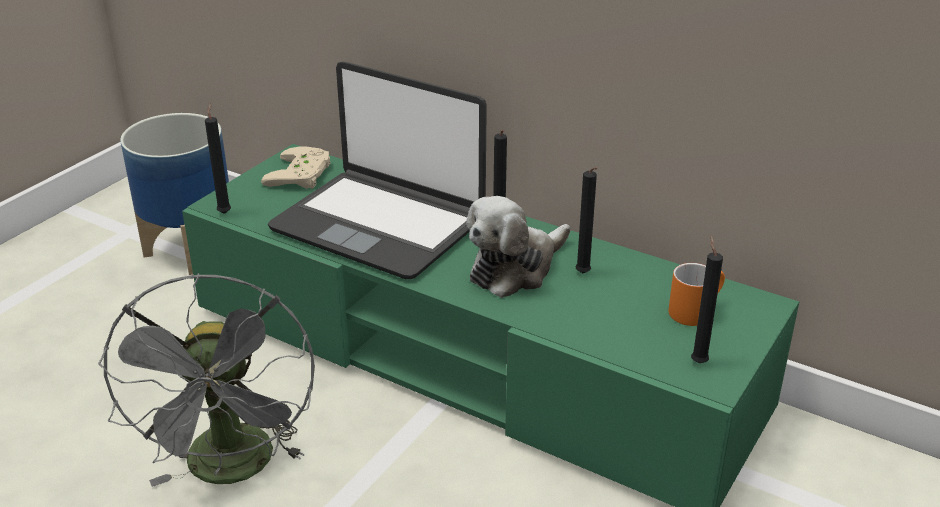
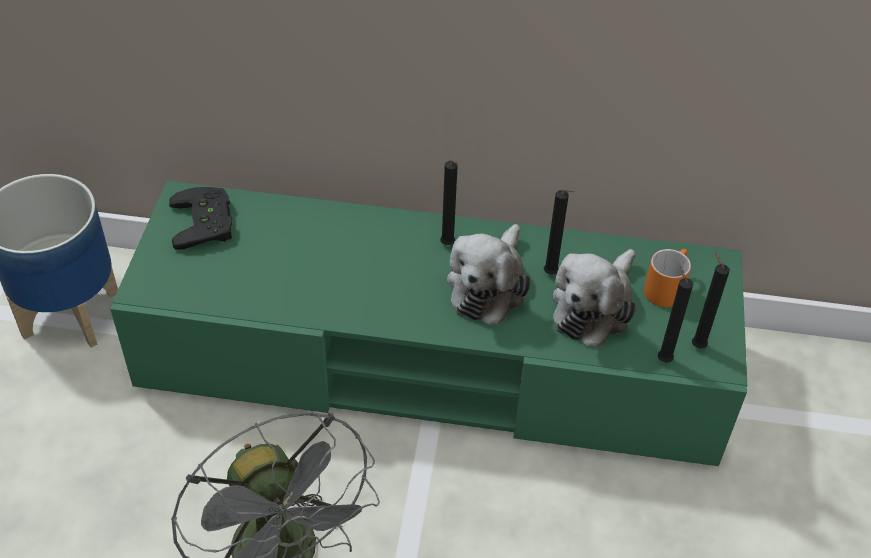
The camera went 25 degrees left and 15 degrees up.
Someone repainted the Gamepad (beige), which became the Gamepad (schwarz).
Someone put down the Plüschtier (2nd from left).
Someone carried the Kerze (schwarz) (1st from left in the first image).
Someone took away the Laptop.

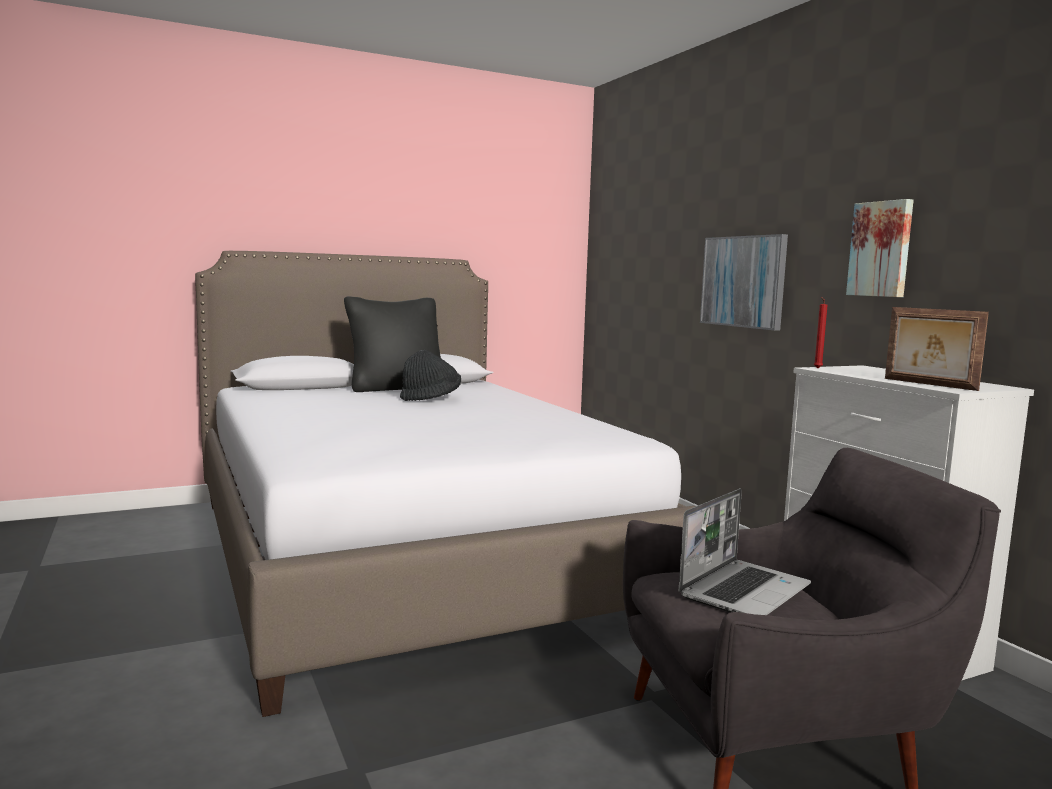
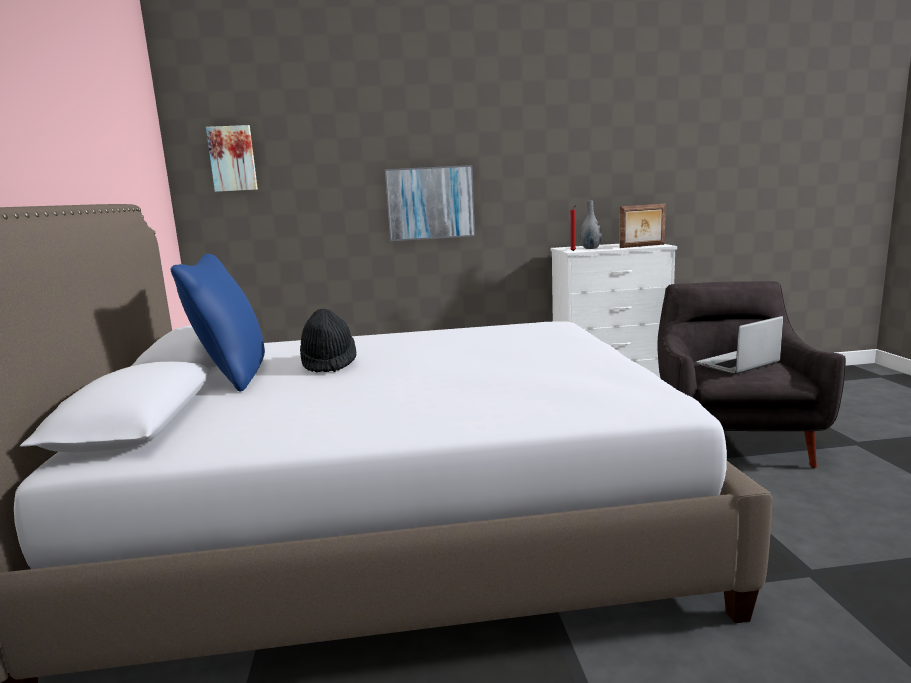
The camera went 70 degrees left and 5 degrees up.
Someone repainted the Kissen (schwarz), which became the Kissen (blau).
Someone carried the Bild (2nd from left in the first image).
Someone put down the Vase (grau).
Someone rotated the Laptop by 90 degrees counterclockwise.

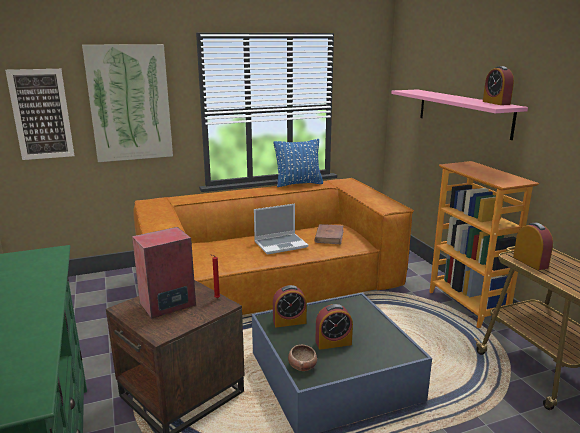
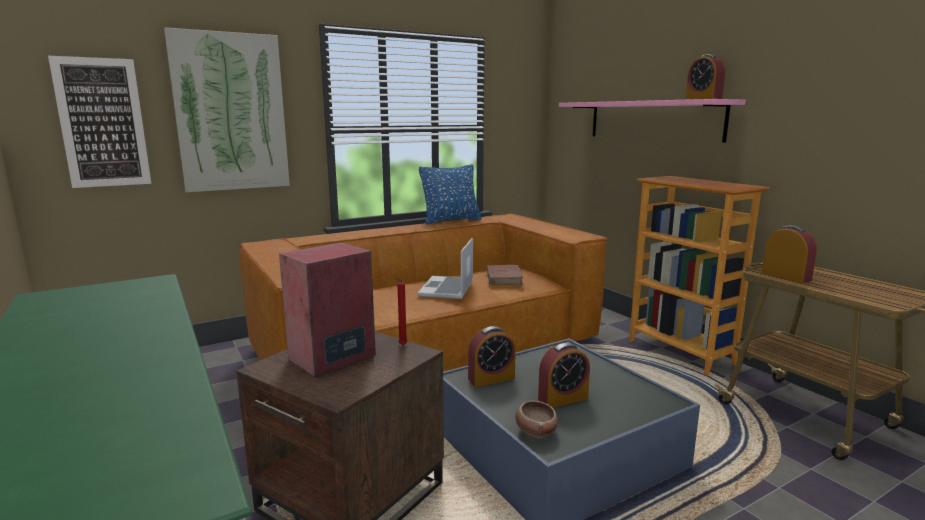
The camera went 10 degrees left and 5 degrees down.
Someone rotated the Laptop by 135 degrees clockwise.

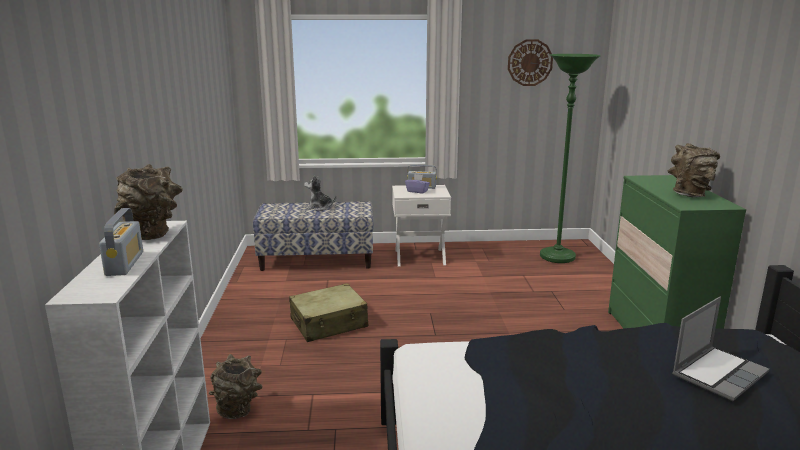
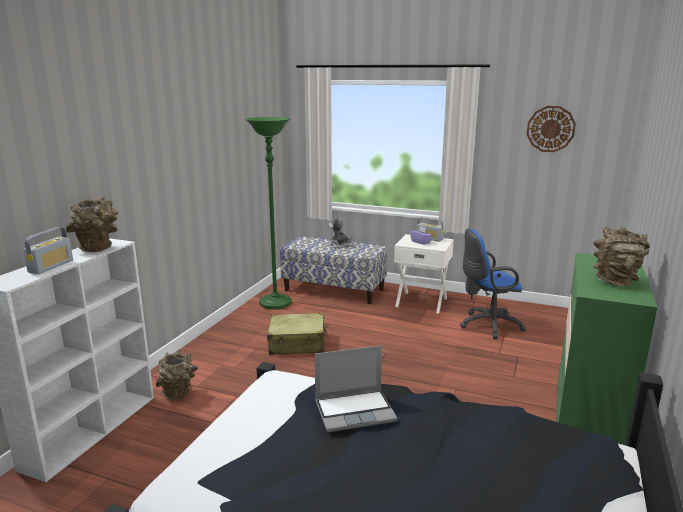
The camera went 25 degrees right and 0 degrees up.
Someone carried the Stehlampe (grün).
Someone carried the Laptop.
Someone put down the Bürostuhl (blau).

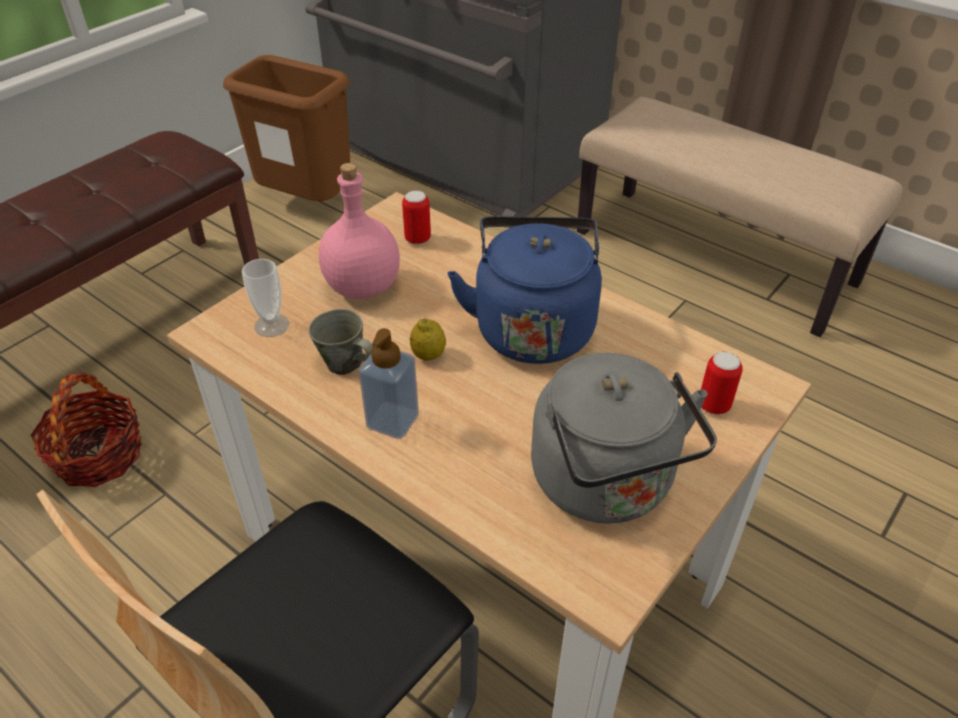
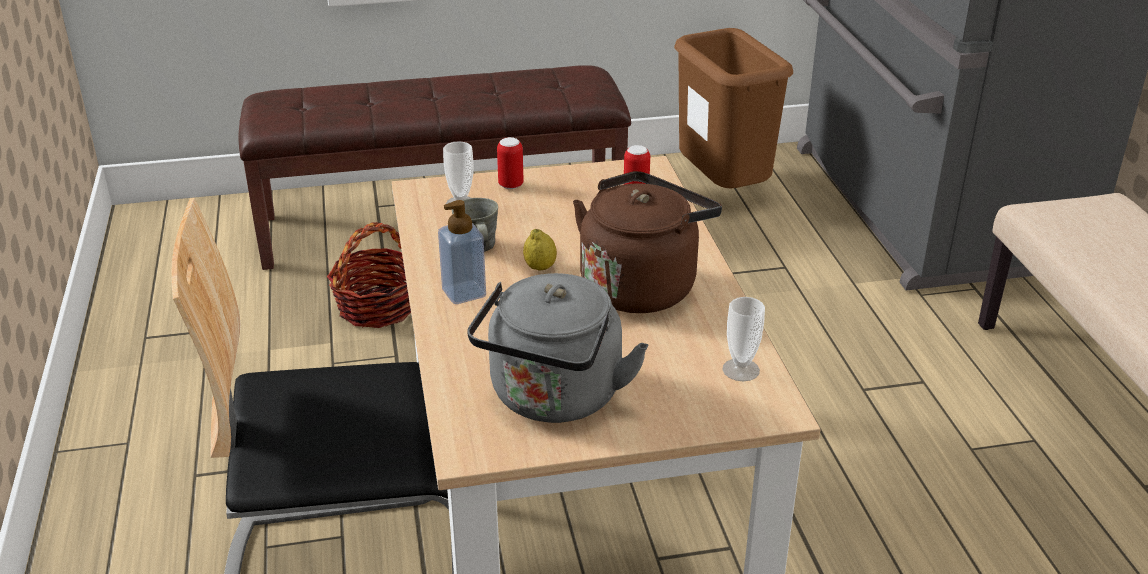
The camera went 40 degrees right and 10 degrees down.
Someone carried the Dose (2nd from left in the first image).
Someone repainted the Wasserkessel (blau), which became the Wasserkessel (braun).
Someone put down the Tasse (2nd from left).
Someone took away the Flasche (rosa).

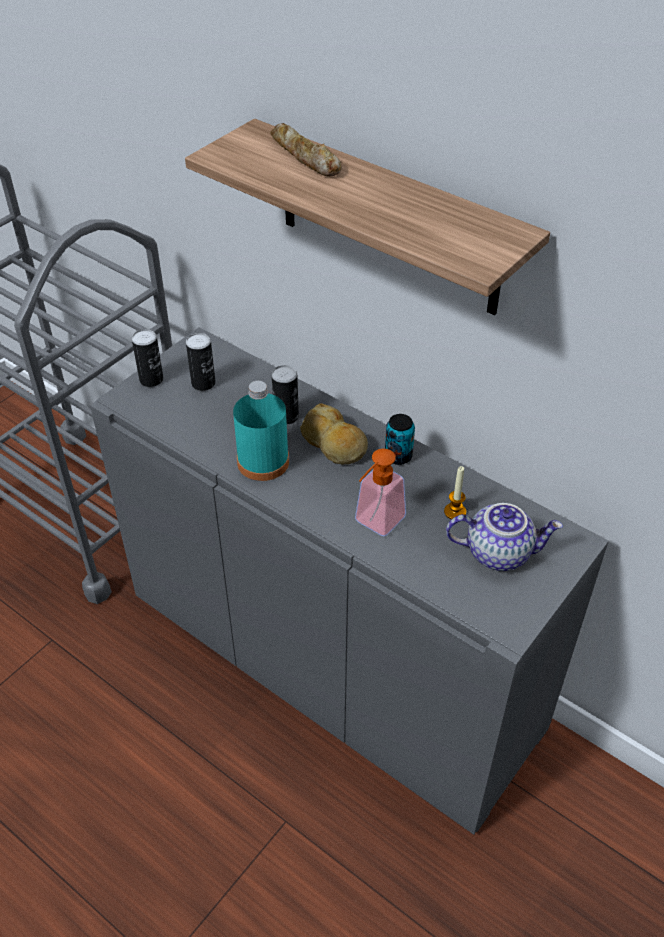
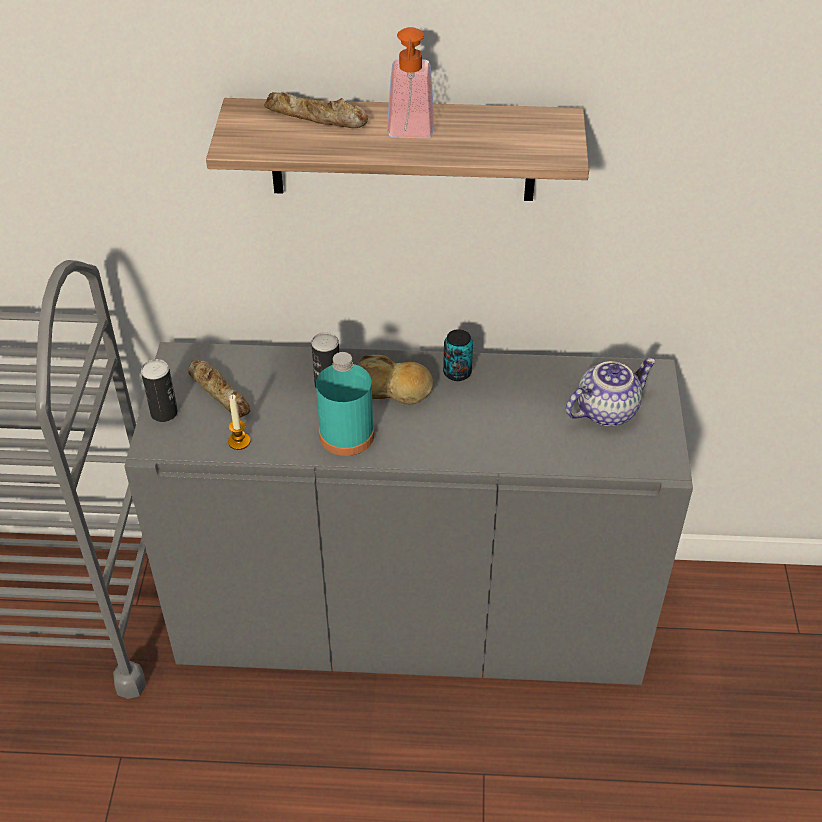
The camera went 35 degrees left and 0 degrees up.
Someone swapped the Dose (2nd from left) for the Brot (1st from left).
Someone carried the Kerze.
Someone carried the Seifenspender.

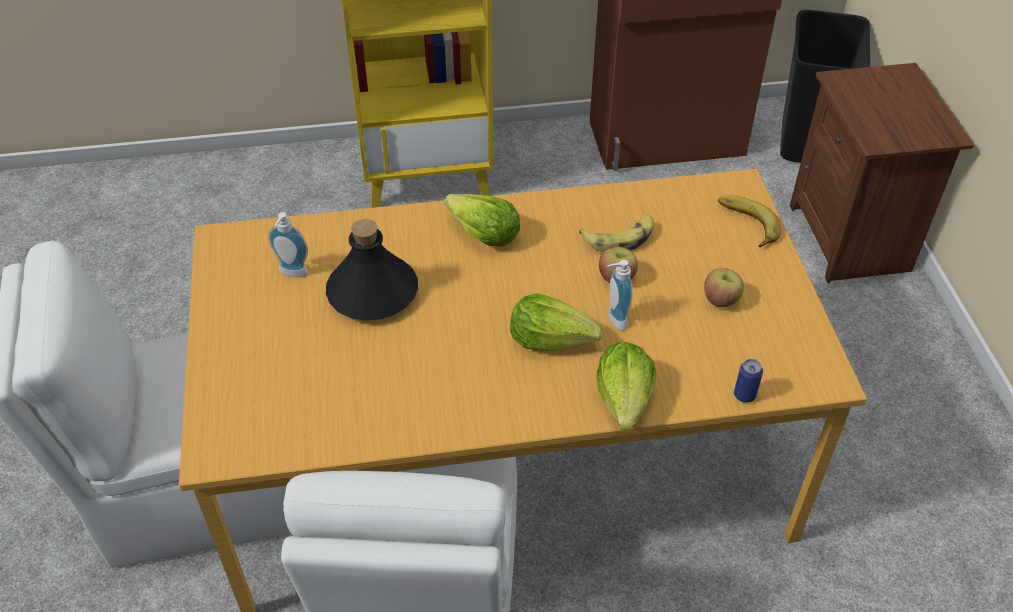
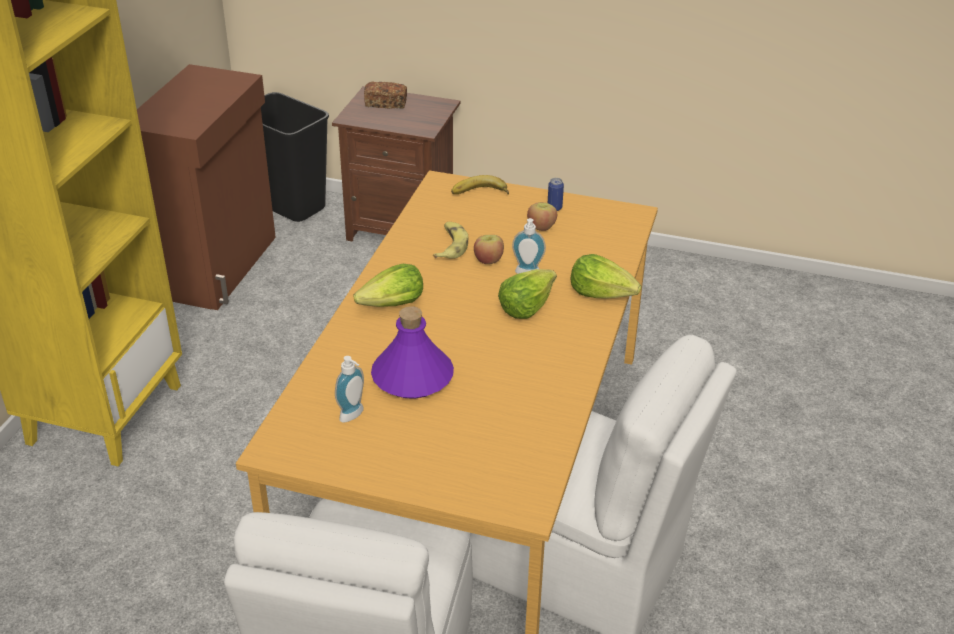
The camera went 65 degrees left and 10 degrees down.
Someone put down the Brot.
Someone repainted the Flasche (schwarz), which became the Flasche (lila).
Someone carried the Dose.

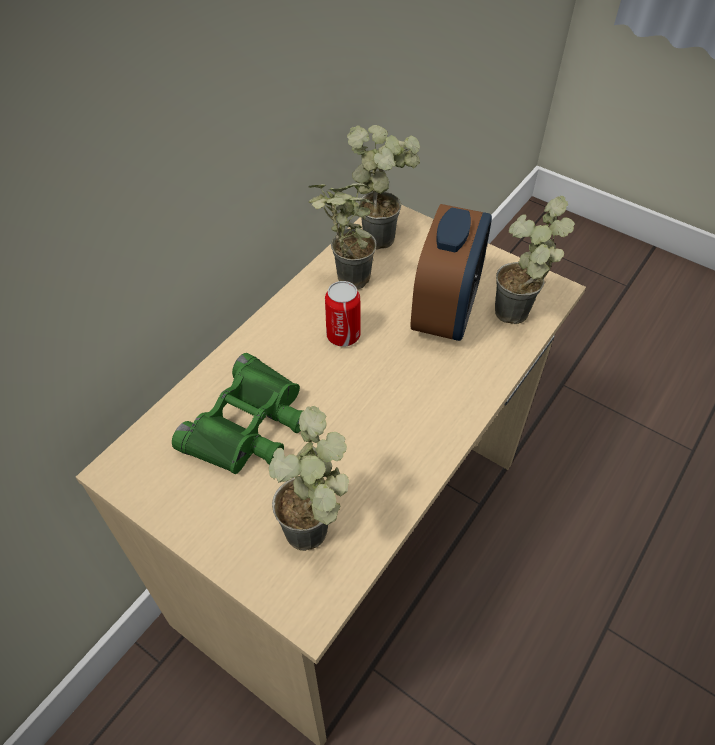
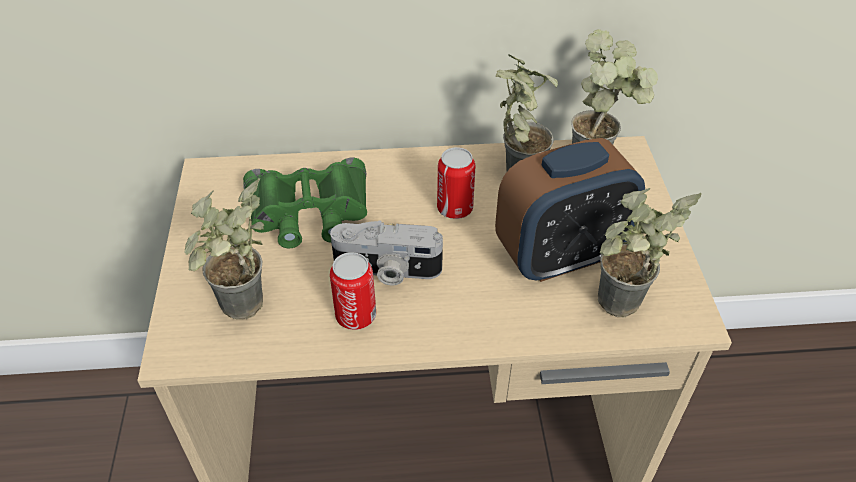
The camera went 50 degrees right and 5 degrees down.
Someone put down the Kamera.
Someone put down the Dose (1st from left).

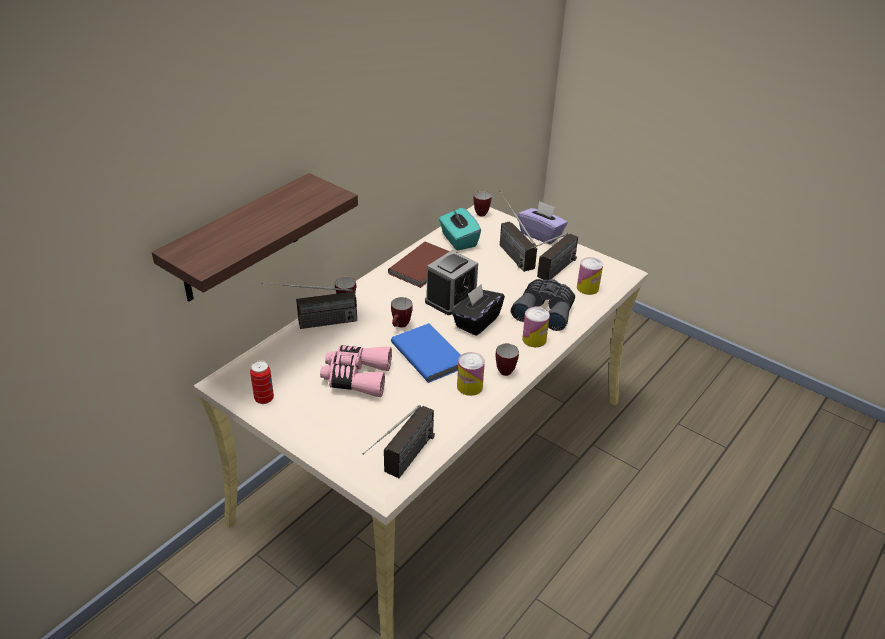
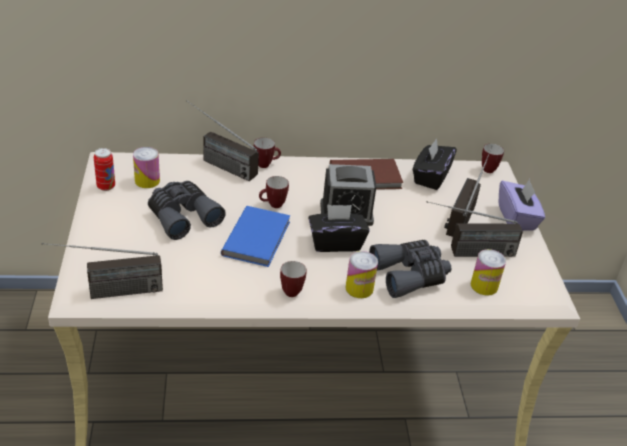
The camera went 45 degrees right and 0 degrees up.
Someone carried the Dose (2nd from left).
Someone repainted the Fernglas (rosa), which became the Fernglas (grau) (1st from left).
Someone repainted the Taschentuchbox (türkis), which became the Taschentuchbox (schwarz) (2nd from left).
Someone took away the Wandregal.

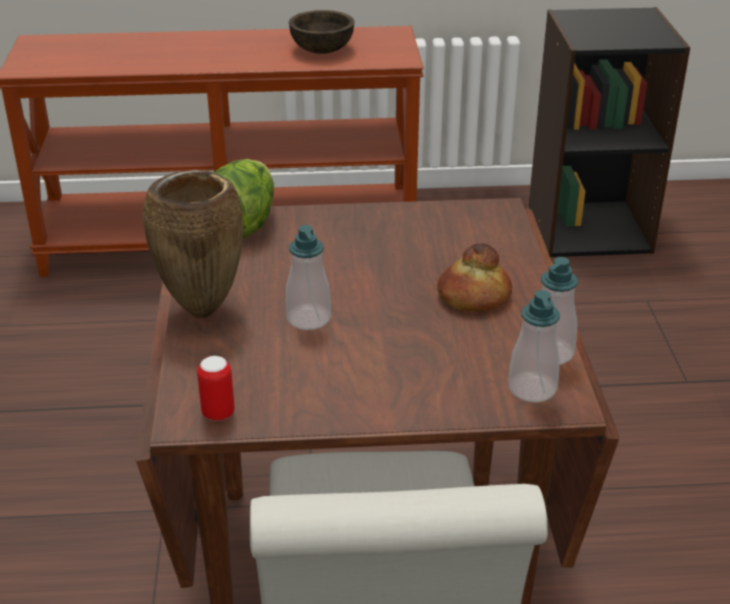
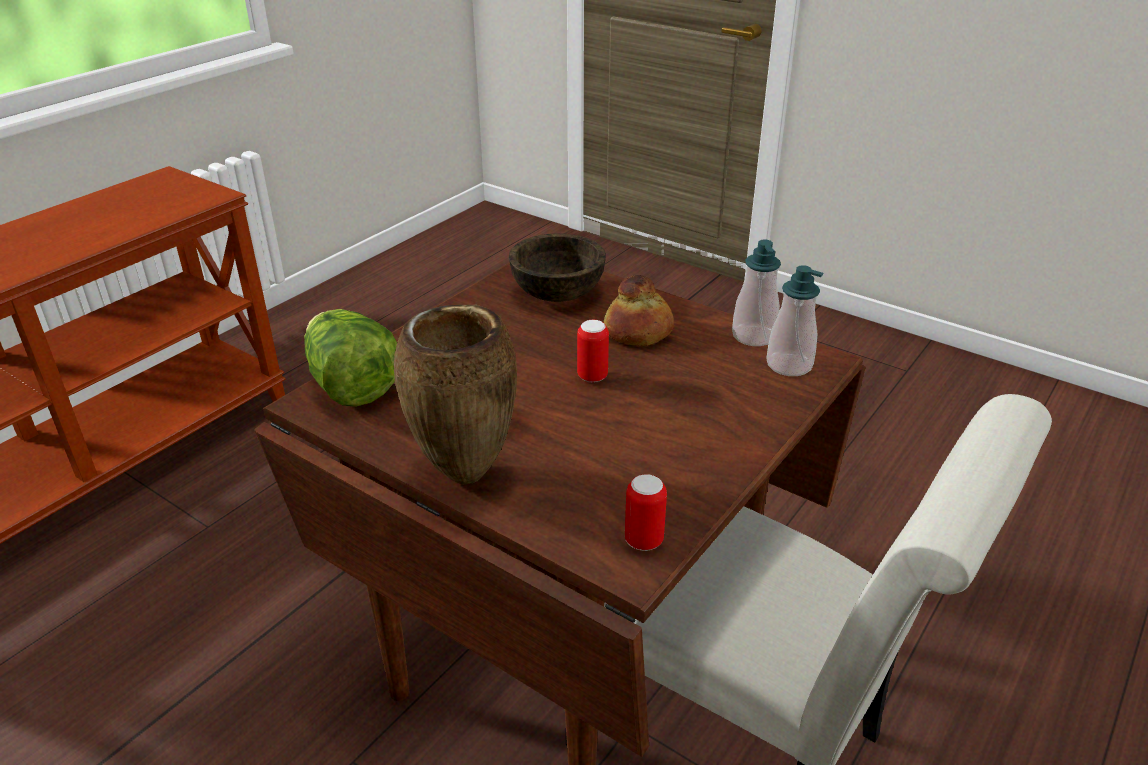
The camera went 50 degrees left and 0 degrees up.
Someone carried the Schüssel (braun).
Someone put down the Dose (1st from left).
Someone took away the Seifenspender (1st from left).
Someone took away the Bücherregal (schwarz).

